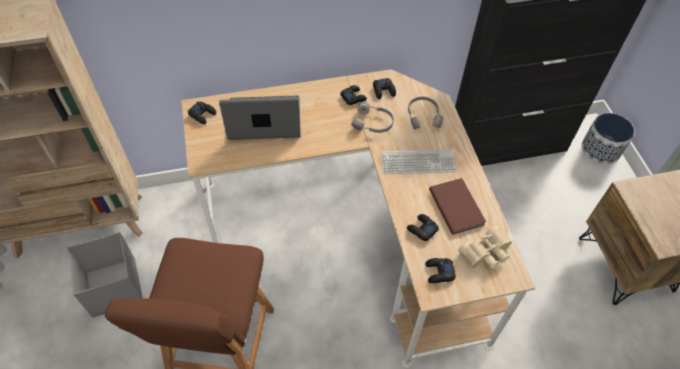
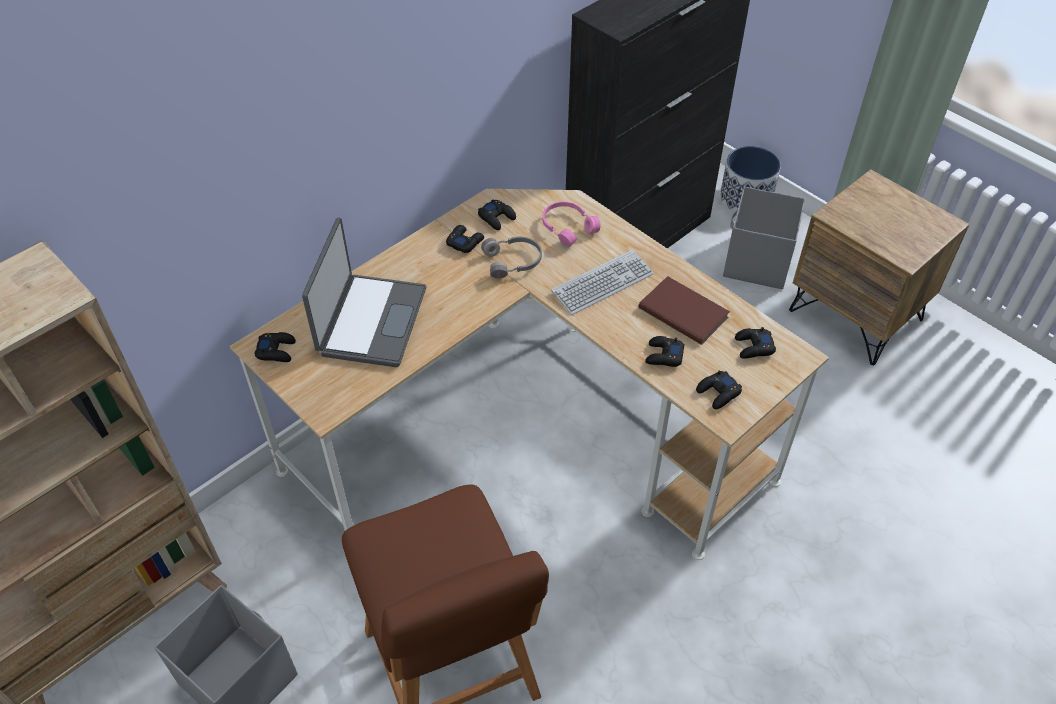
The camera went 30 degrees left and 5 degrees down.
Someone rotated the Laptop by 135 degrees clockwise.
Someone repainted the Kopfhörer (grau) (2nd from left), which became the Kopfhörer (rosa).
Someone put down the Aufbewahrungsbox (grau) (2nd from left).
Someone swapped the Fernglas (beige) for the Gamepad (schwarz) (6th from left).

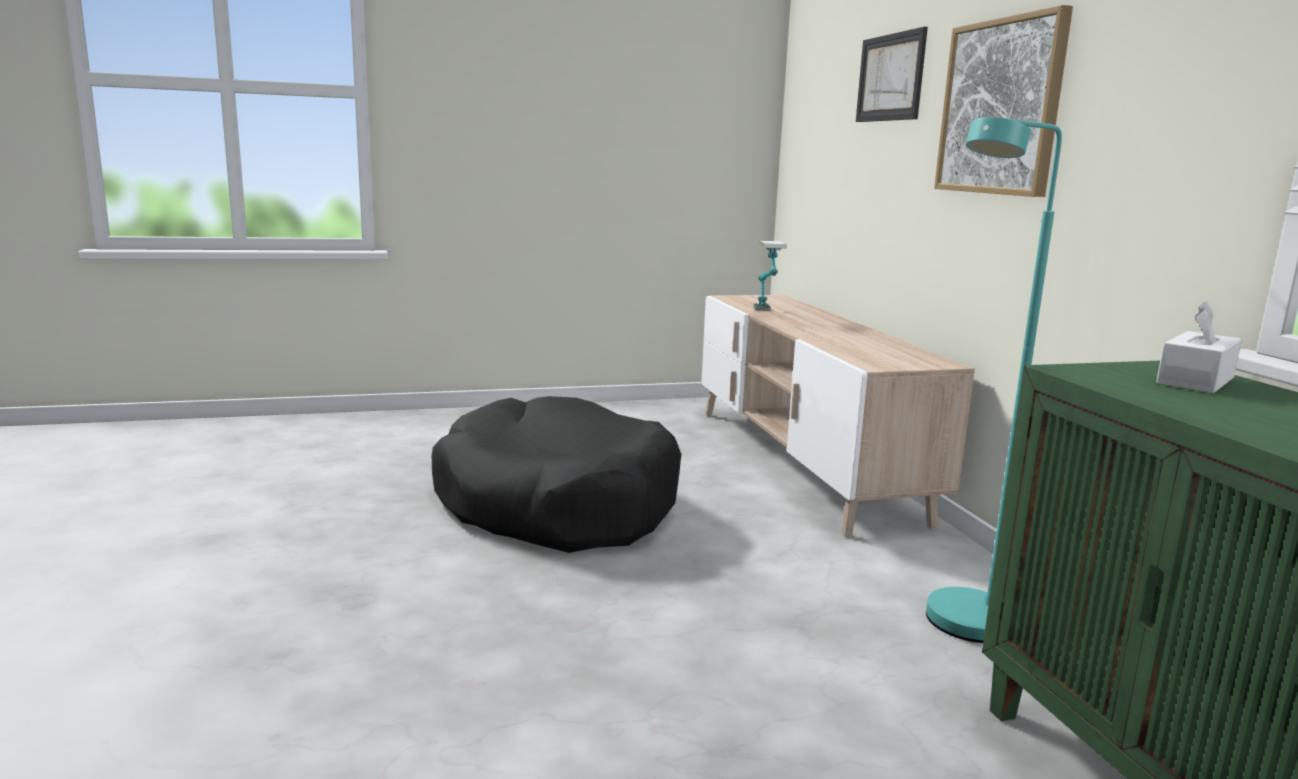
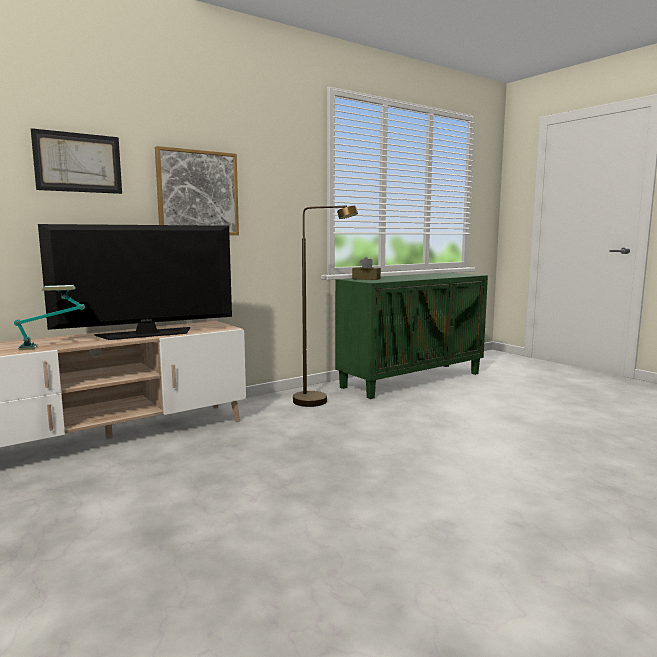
The camera went 110 degrees left and 5 degrees down.
Someone put down the Fernseher.
Someone repainted the Stehlampe (türkis), which became the Stehlampe (braun).
Someone repainted the Taschentuchbox (weiß), which became the Taschentuchbox (braun).
Someone took away the Hundebett (schwarz).

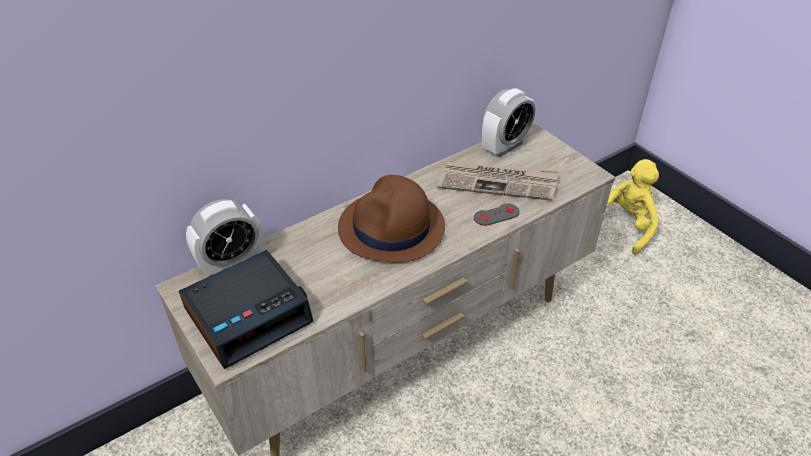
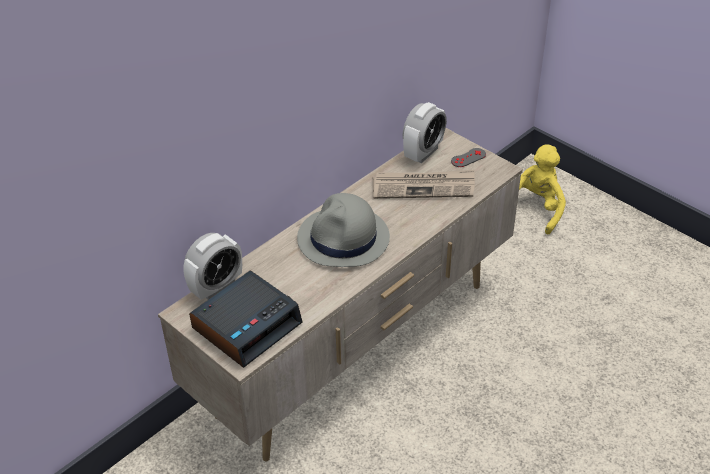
The camera went 10 degrees left and 0 degrees up.
Someone repainted the Hut (braun), which became the Hut (grau).
Someone carried the Gamepad (grau).

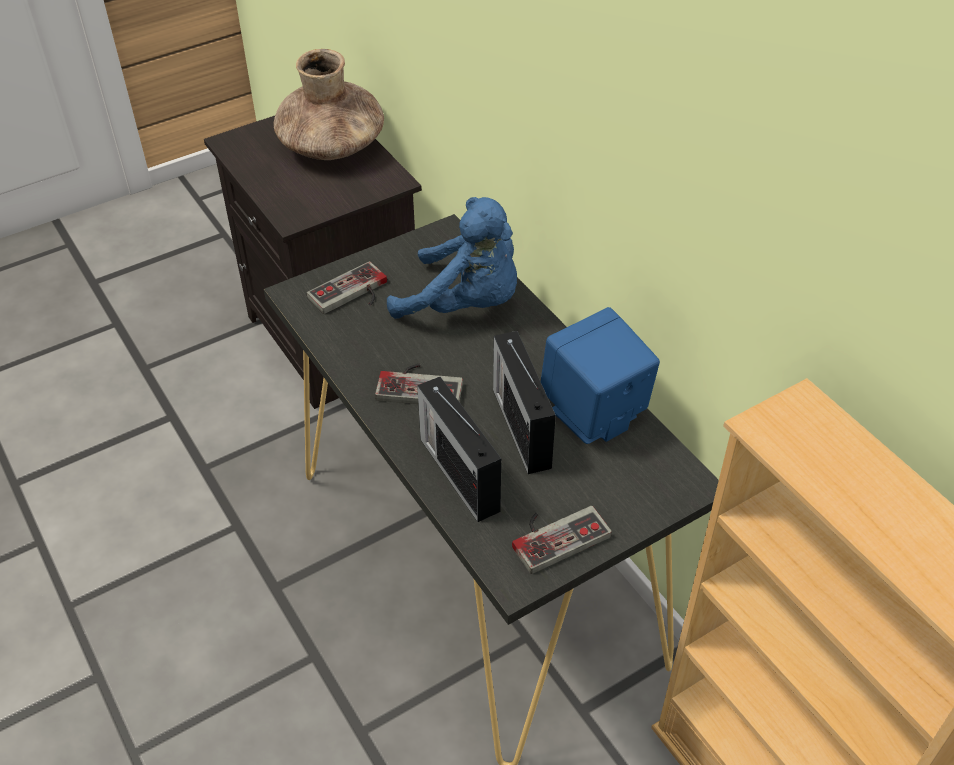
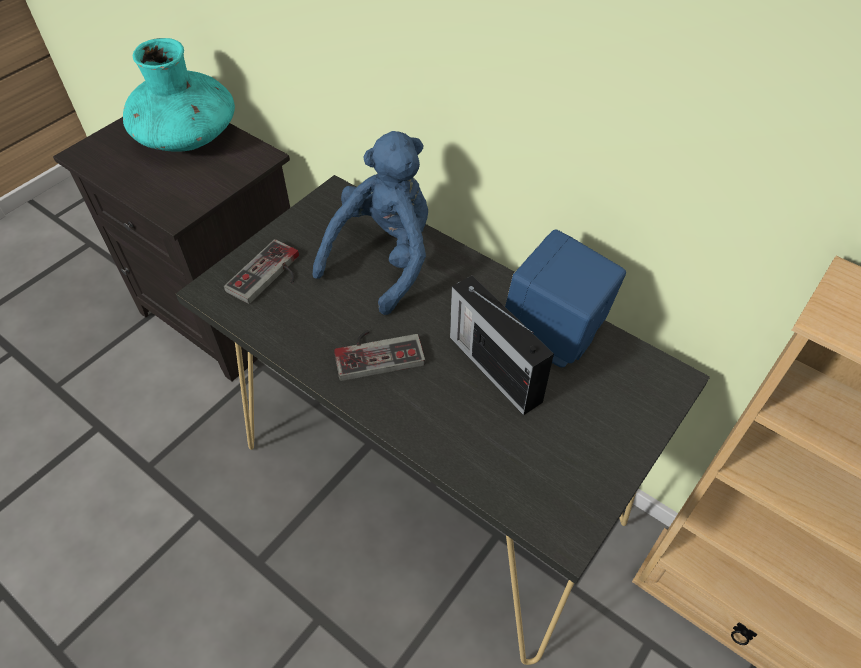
The camera went 20 degrees left and 5 degrees up.
Someone repainted the Vase (braun), which became the Vase (türkis).
Someone rotated the Plüschtier (blau) by 60 degrees counterclockwise.
Someone took away the Radio (1st from left).
Someone took away the Gamepad (3rd from left).

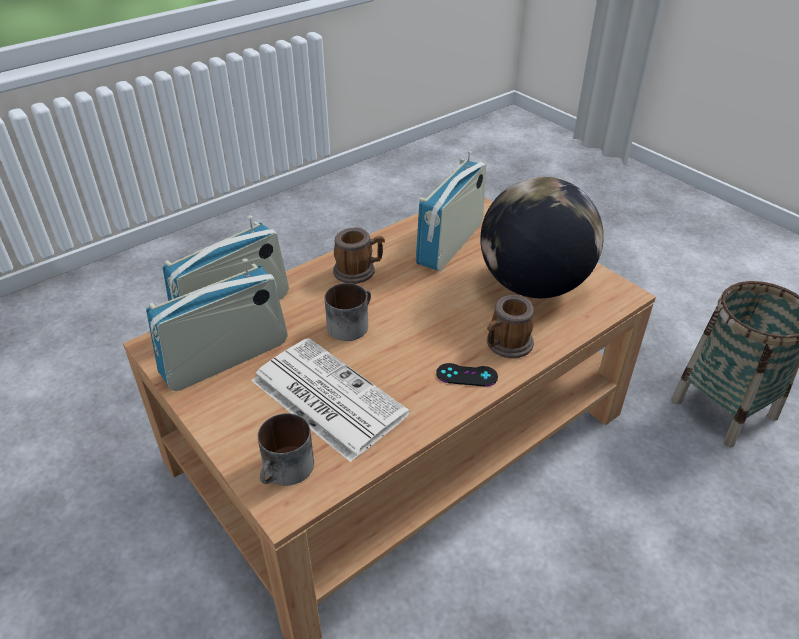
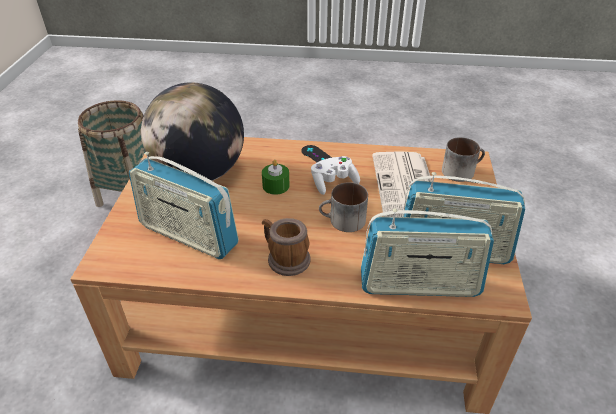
The camera went 135 degrees left and 0 degrees up.
Someone rotated the Radio (3rd from left in the first image) by 45 degrees clockwise.
Someone put down the Kerze (grün).
Someone put down the Gamepad (weiß).
Someone took away the Henkelbecher (4th from left).

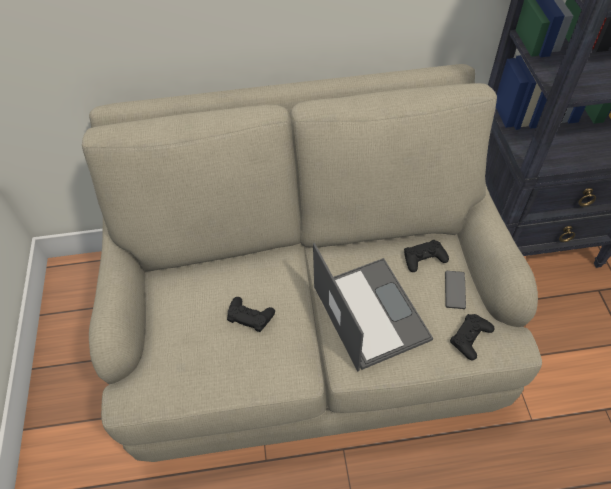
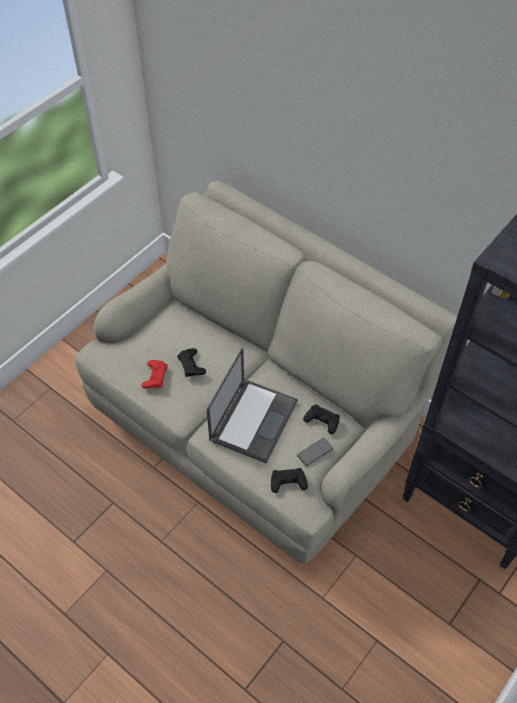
The camera went 45 degrees right and 0 degrees up.
Someone put down the Gamepad (rot).

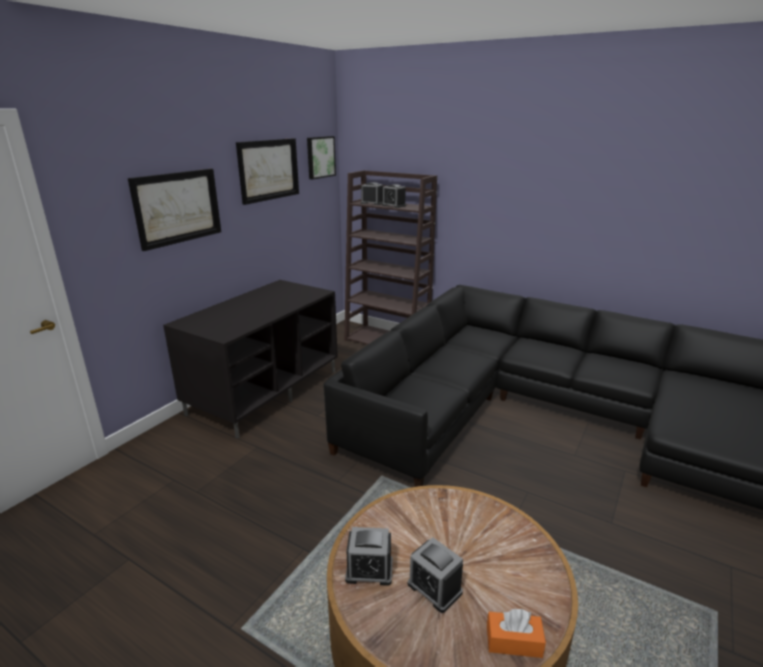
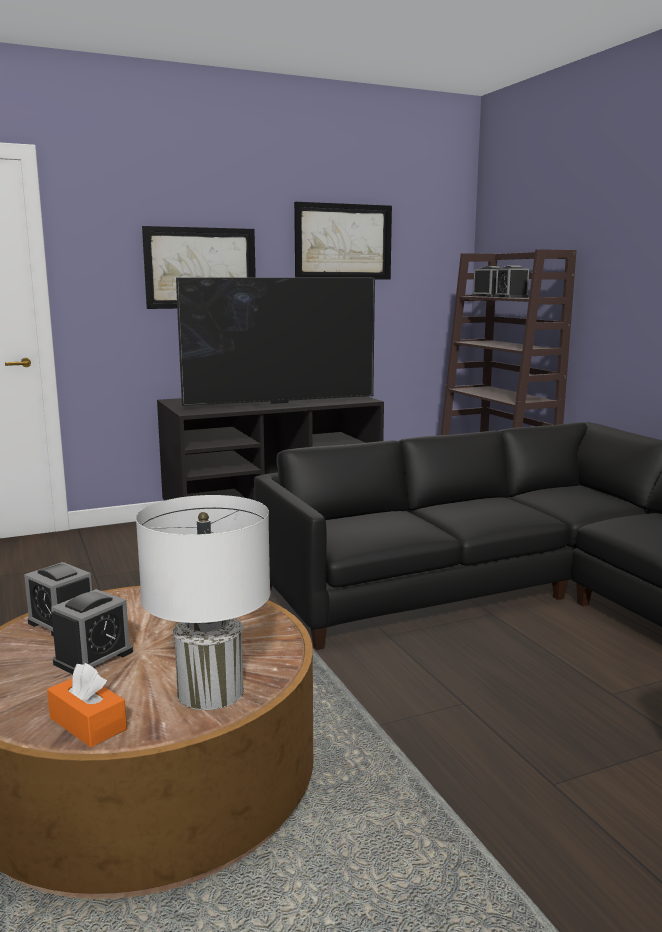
The camera went 35 degrees right and 10 degrees down.
Someone rotated the Wecker (4th from left in the first image) by 135 degrees counterclockwise.
Someone put down the Tischlampe (weiß).
Someone put down the Fernseher.
Someone took away the Bild (3rd from left).

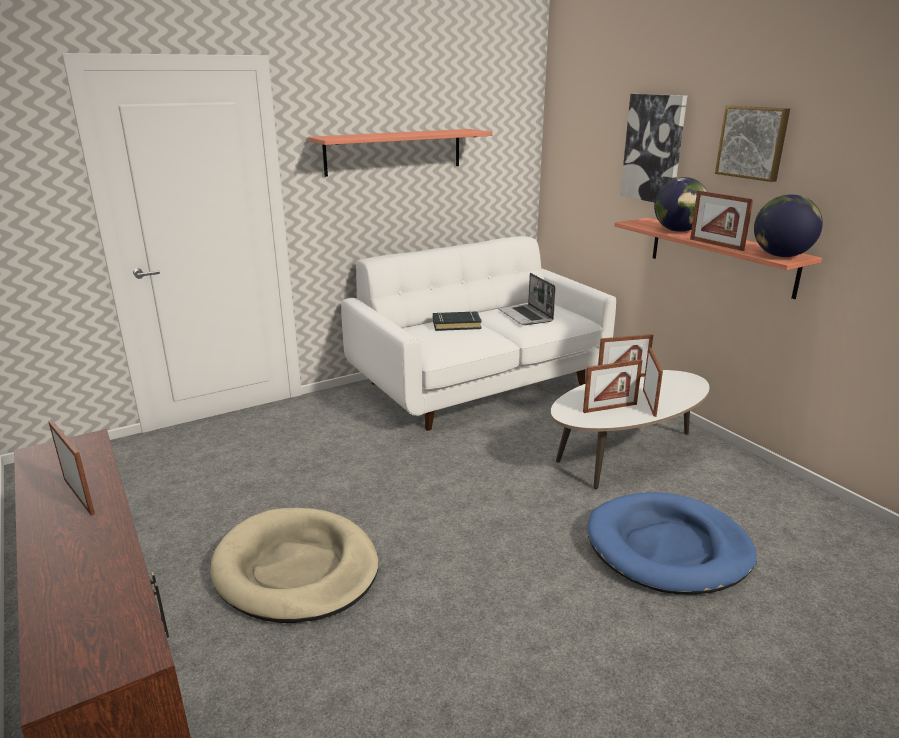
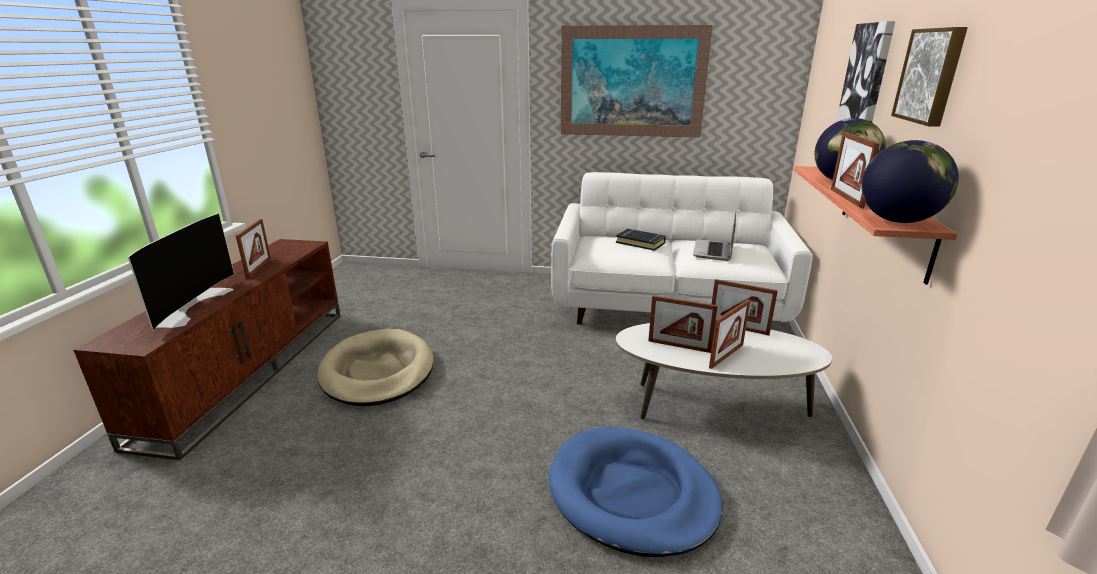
The camera went 40 degrees right and 0 degrees up.
Someone put down the Fernseher.
Someone swapped the Wandregal (1st from left) for the Bild (1st from left).

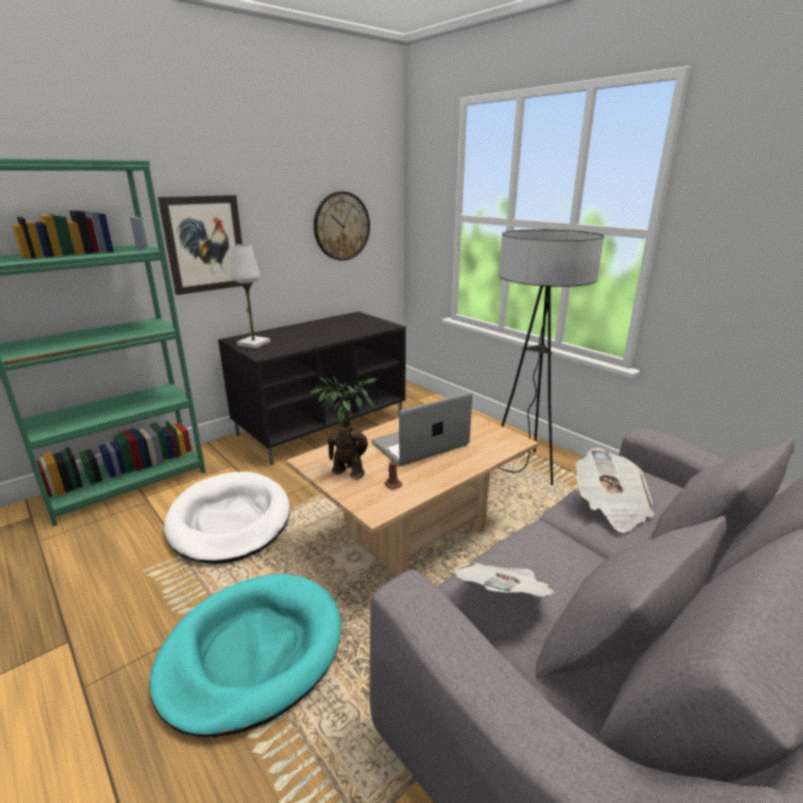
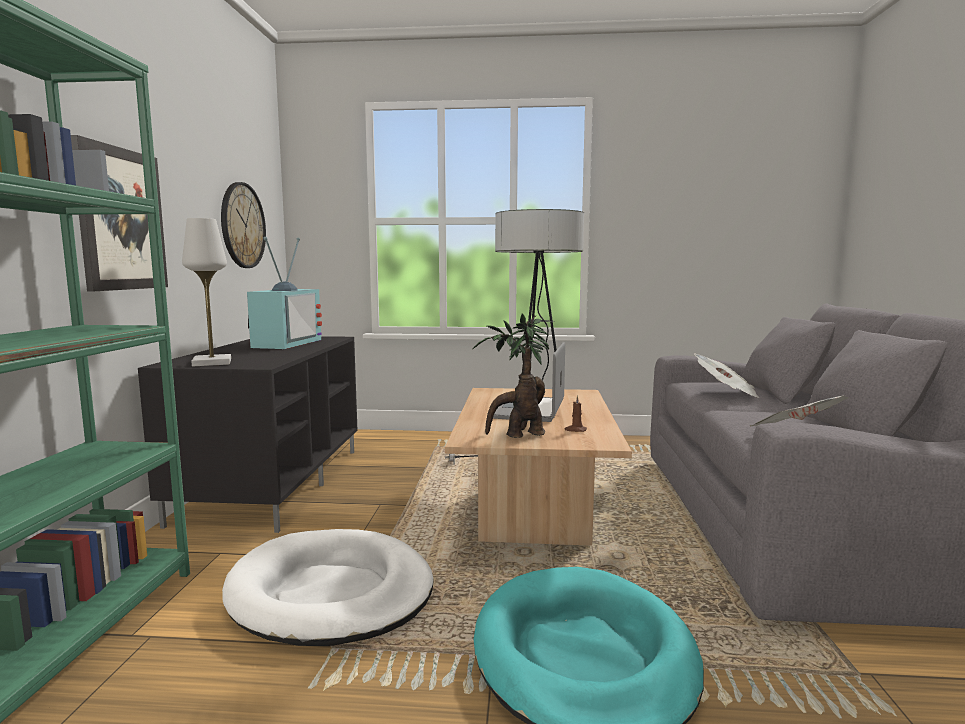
The camera went 45 degrees left and 15 degrees down.
Someone put down the Fernseher.

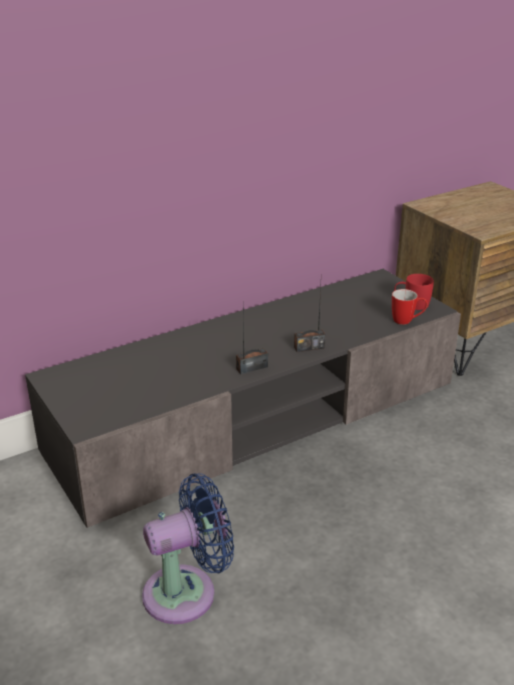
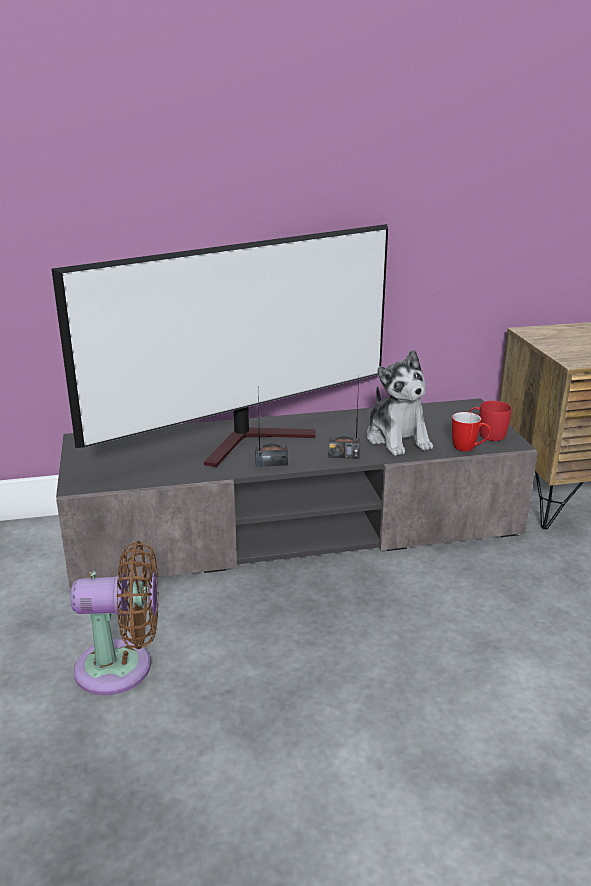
The camera went 20 degrees right and 5 degrees down.
Someone put down the Fernseher.
Someone repainted the Ventilator (blau), which became the Ventilator (braun).
Someone put down the Plüschtier.

